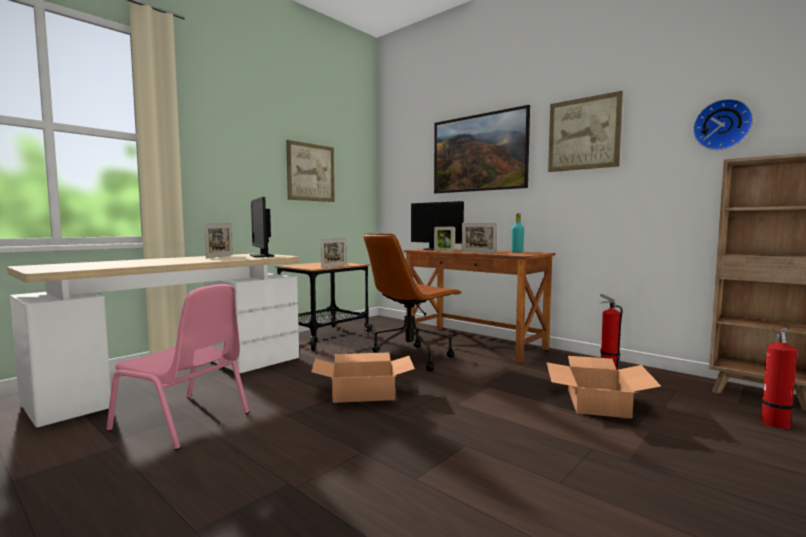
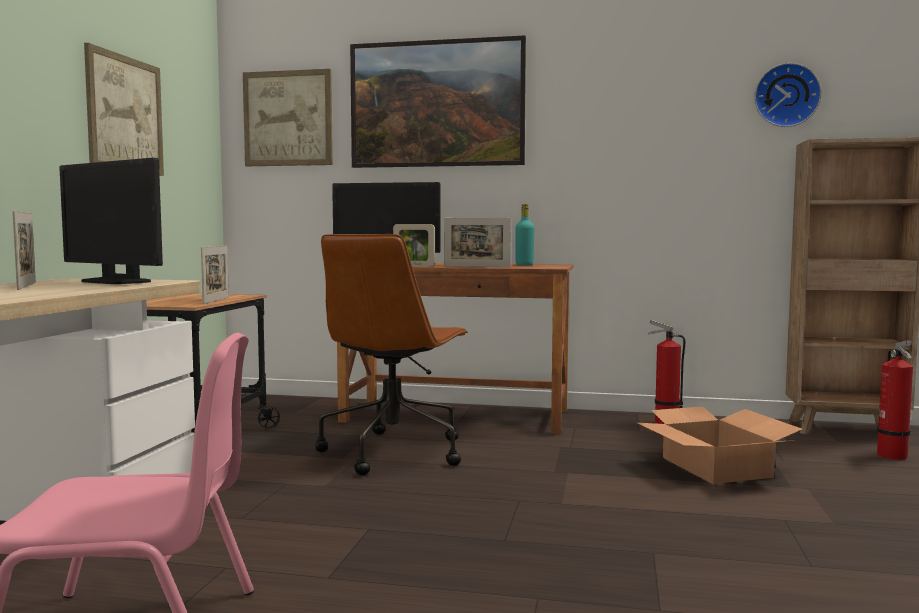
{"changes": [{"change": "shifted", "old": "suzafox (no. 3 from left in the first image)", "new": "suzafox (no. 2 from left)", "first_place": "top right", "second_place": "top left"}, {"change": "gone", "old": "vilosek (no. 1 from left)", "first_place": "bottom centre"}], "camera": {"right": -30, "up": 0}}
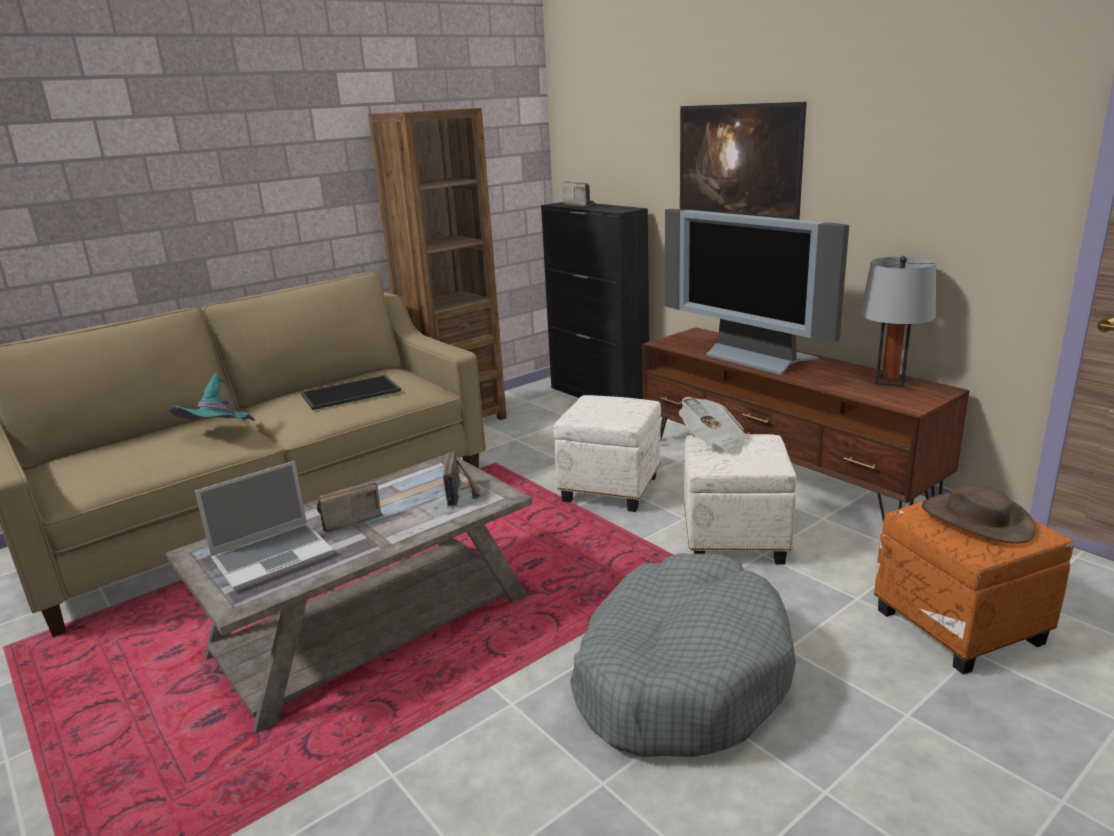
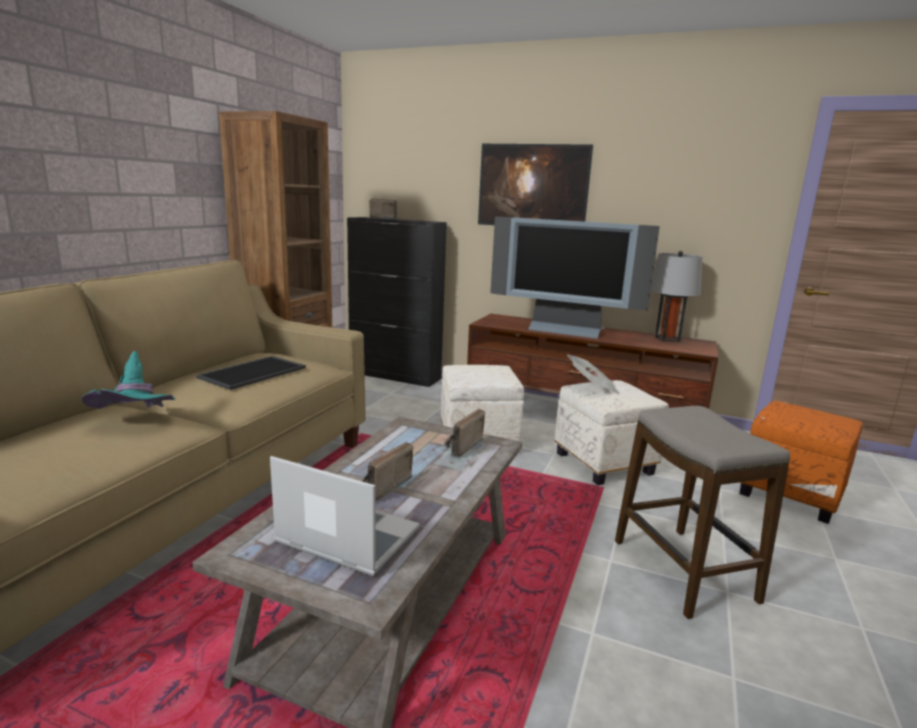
{"changes": [{"change": "rotated", "old": "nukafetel (no. 2 from left in the first image)", "first_place": "centre", "second_place": "centre", "degrees": -120}, {"change": "rotated", "old": "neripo", "first_place": "middle left", "second_place": "bottom centre", "degrees": -90}, {"change": "gone", "old": "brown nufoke", "first_place": "middle right"}, {"change": "swapped", "old": "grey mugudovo", "new": "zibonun", "first_place": "bottom centre", "second_place": "bottom right"}], "camera": {"right": -30, "up": -5}}
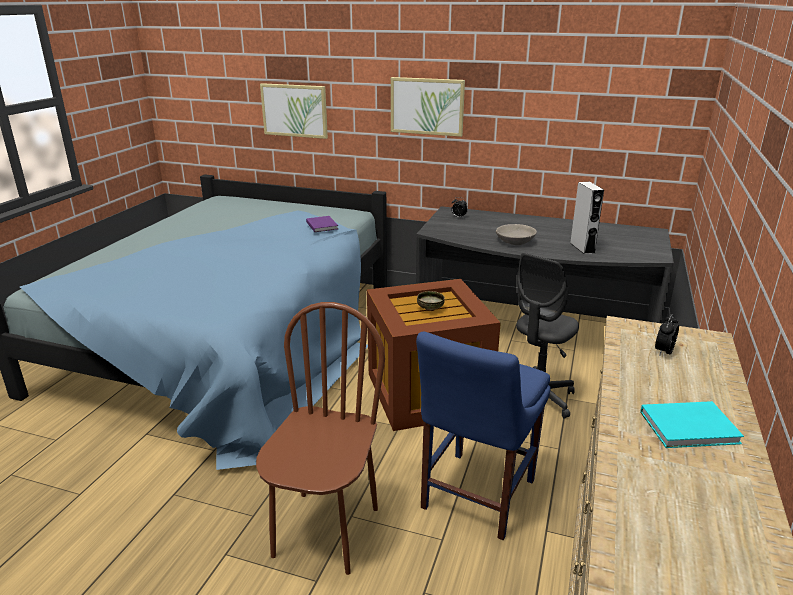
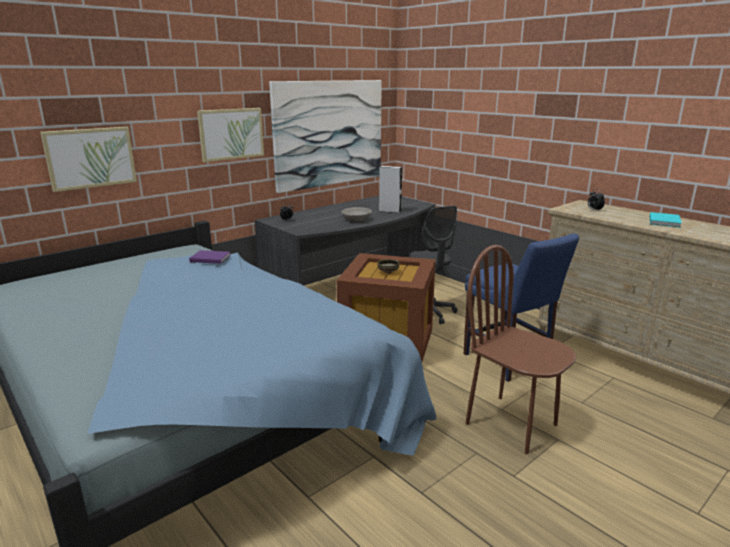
{"changes": [{"change": "new", "new": "suzafox (no. 3 from left)", "second_place": "top centre"}], "camera": {"right": -60, "up": -5}}
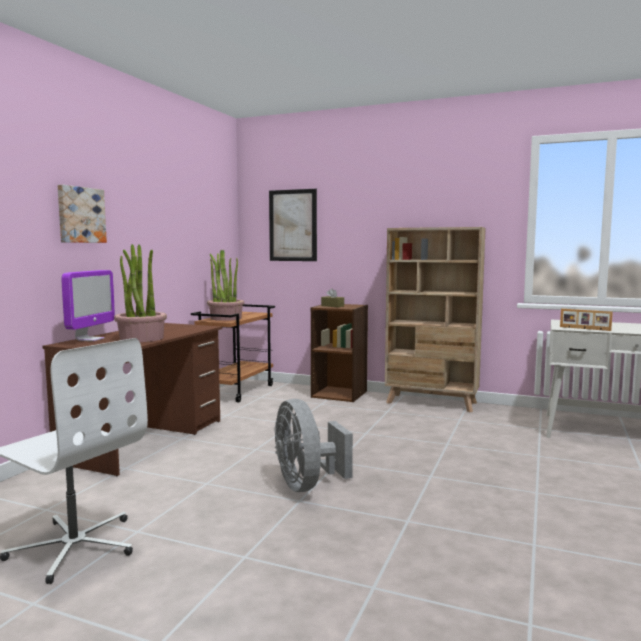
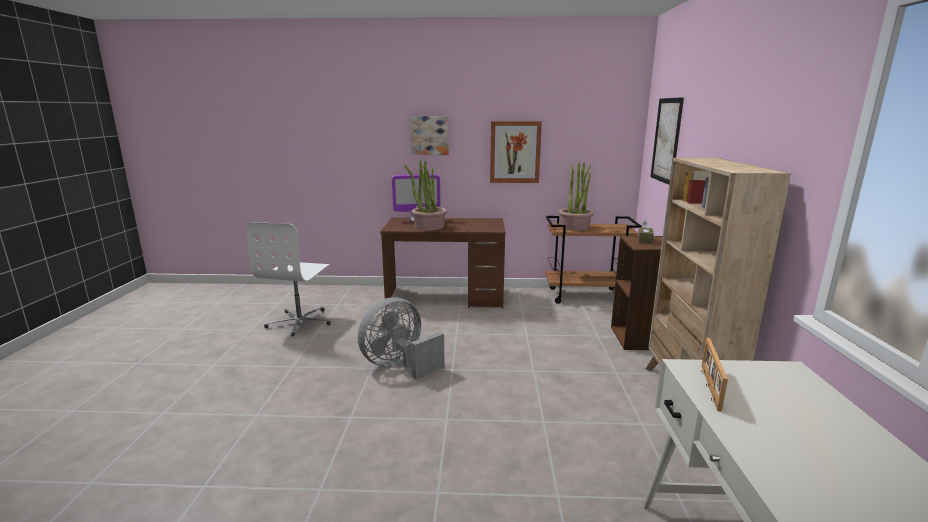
{"changes": [{"change": "new", "new": "suzafox (no. 2 from left)", "second_place": "top centre"}], "camera": {"right": 70, "up": 10}}
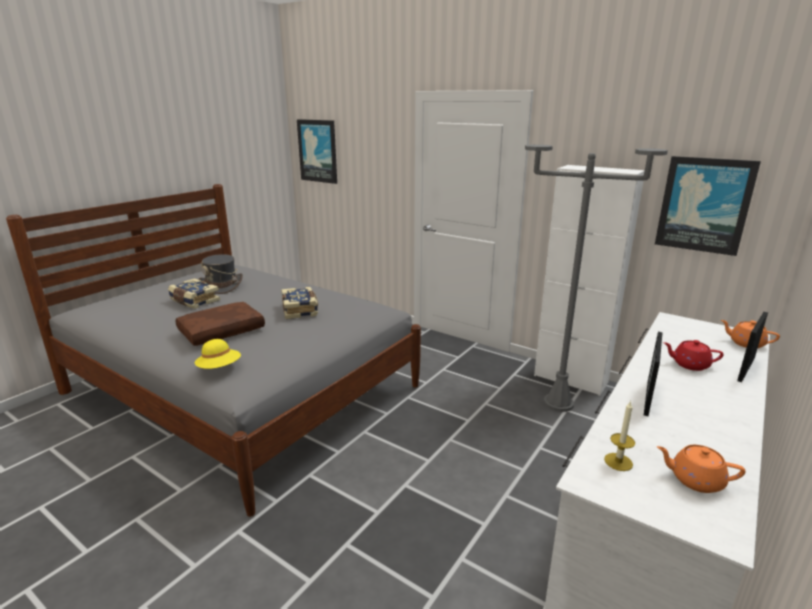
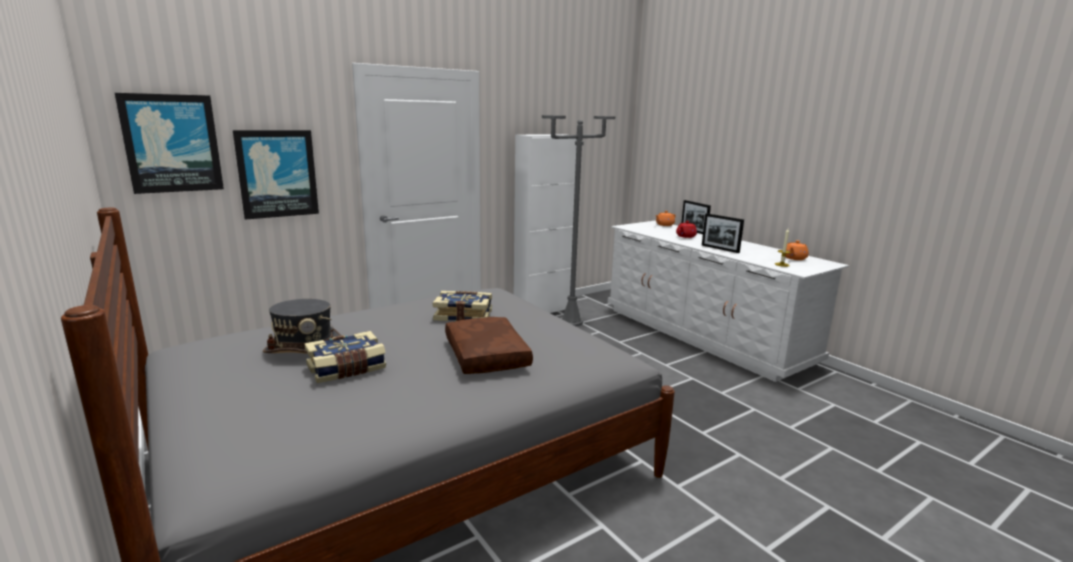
{"changes": [{"change": "shifted", "old": "suzafox (no. 2 from left)", "first_place": "middle right", "second_place": "top left"}, {"change": "gone", "old": "yellow nufoke", "first_place": "middle left"}], "camera": {"right": -70, "up": -5}}
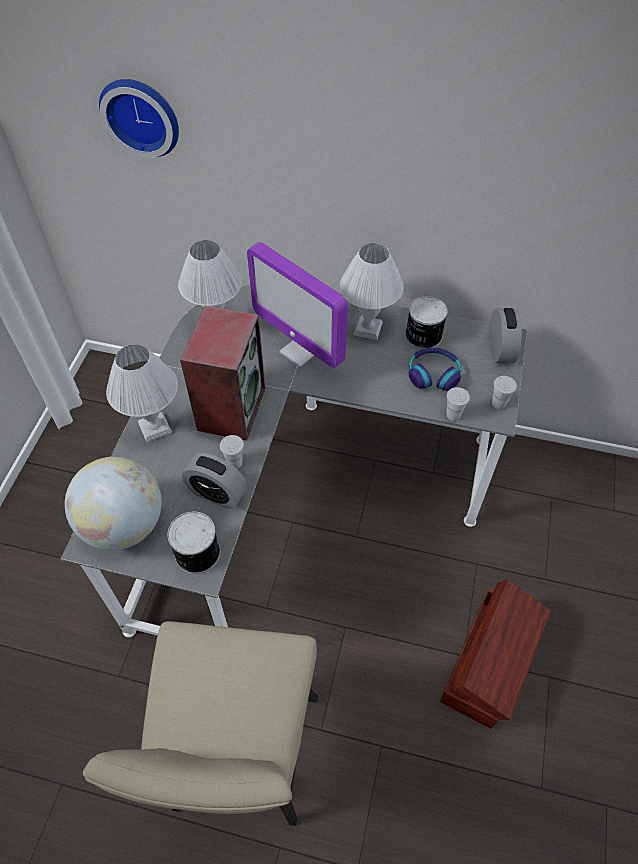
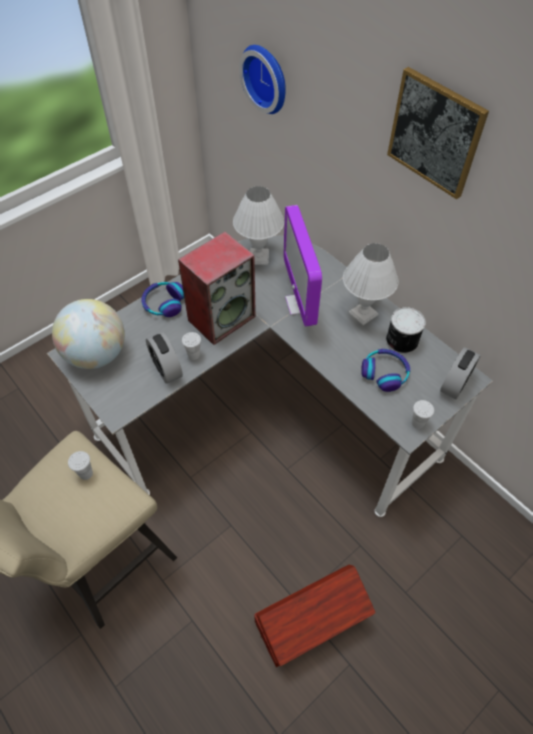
{"changes": [{"change": "swapped", "old": "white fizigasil (no. 1 from left)", "new": "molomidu (no. 1 from left)", "first_place": "middle left", "second_place": "middle left"}, {"change": "shifted", "old": "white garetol (no. 2 from left in the first image)", "new": "white garetol (no. 1 from left)", "first_place": "middle right", "second_place": "middle left"}, {"change": "gone", "old": "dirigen (no. 1 from left)", "first_place": "middle left"}, {"change": "new", "new": "suzafox", "second_place": "top right"}], "camera": {"right": 35, "up": 0}}
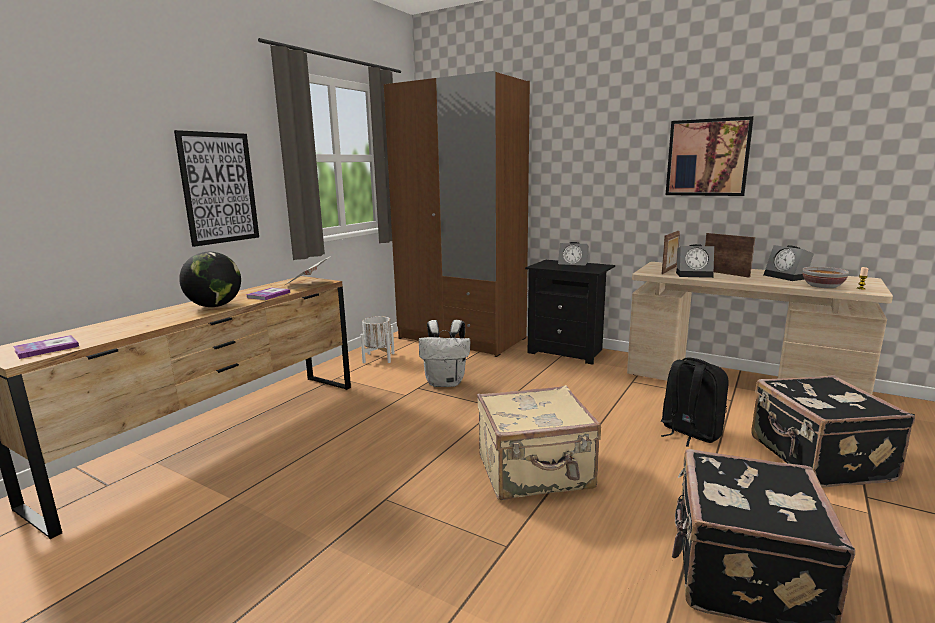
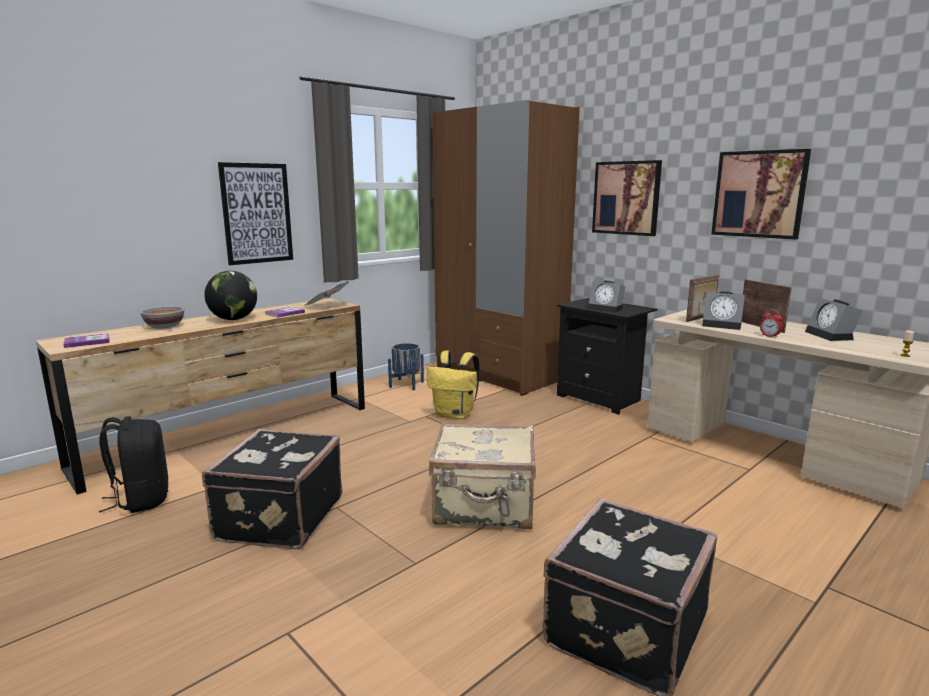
{"changes": [{"change": "shifted", "old": "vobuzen", "first_place": "middle right", "second_place": "middle left"}, {"change": "repainted", "old": "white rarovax", "new": "blue rarovax", "first_place": "centre", "second_place": "centre"}, {"change": "repainted", "old": "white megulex", "new": "yellow megulex", "first_place": "centre", "second_place": "centre"}, {"change": "shifted", "old": "black megulex", "first_place": "middle right", "second_place": "bottom left"}, {"change": "shifted", "old": "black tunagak (no. 2 from left in the first image)", "new": "black tunagak (no. 1 from left)", "first_place": "bottom right", "second_place": "bottom left"}, {"change": "new", "new": "suzafox (no. 2 from left)", "second_place": "top right"}, {"change": "new", "new": "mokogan (no. 3 from left)", "second_place": "middle right"}], "camera": {"right": 15, "up": 0}}
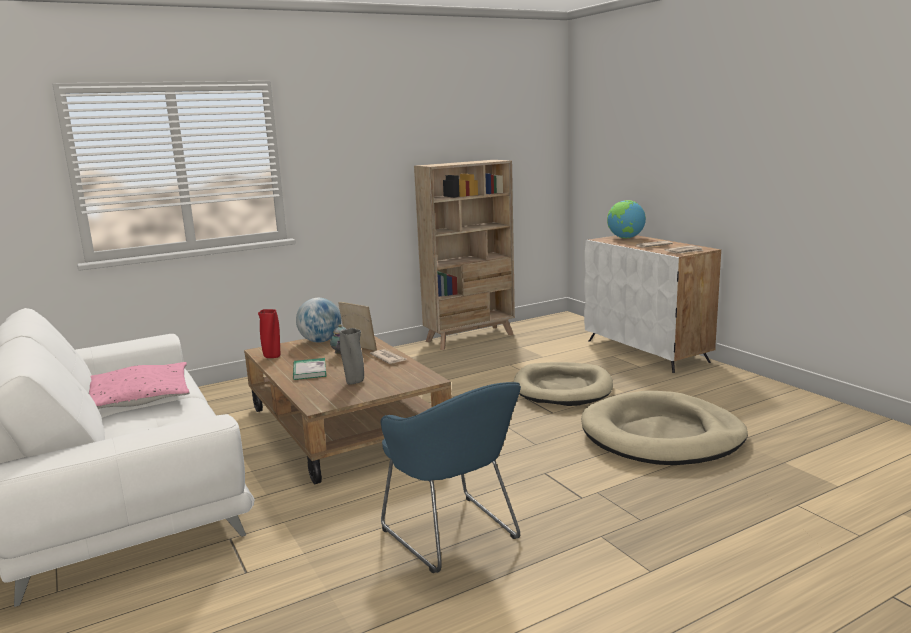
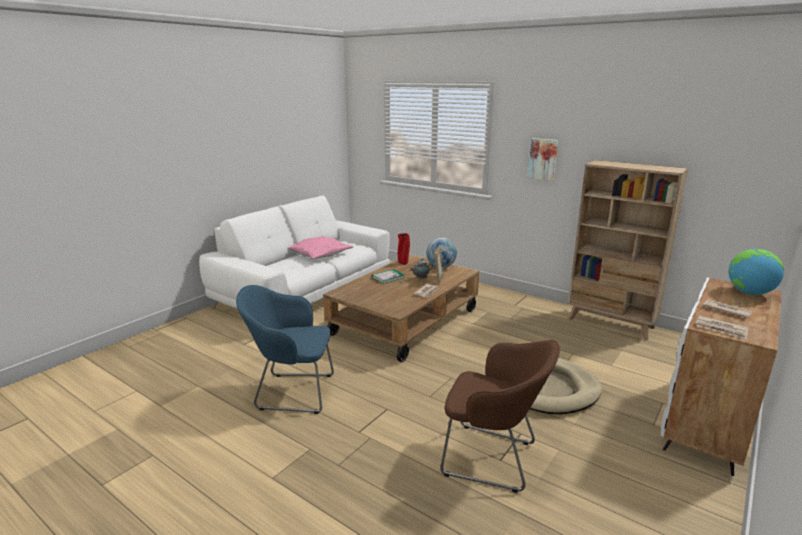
{"changes": [{"change": "gone", "old": "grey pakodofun", "first_place": "centre"}, {"change": "rotated", "old": "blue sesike", "first_place": "bottom centre", "second_place": "centre", "degrees": 60}, {"change": "swapped", "old": "beige mugudovo (no. 2 from left)", "new": "brown sesike", "first_place": "bottom right", "second_place": "bottom centre"}, {"change": "new", "new": "suzafox", "second_place": "top right"}], "camera": {"right": 65, "up": 5}}
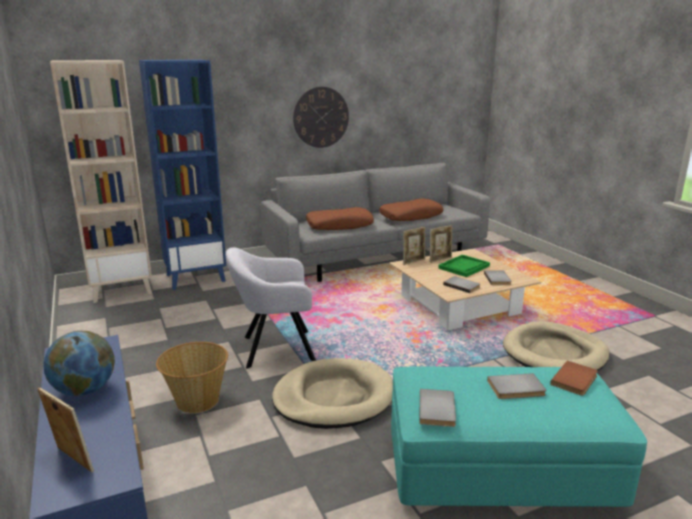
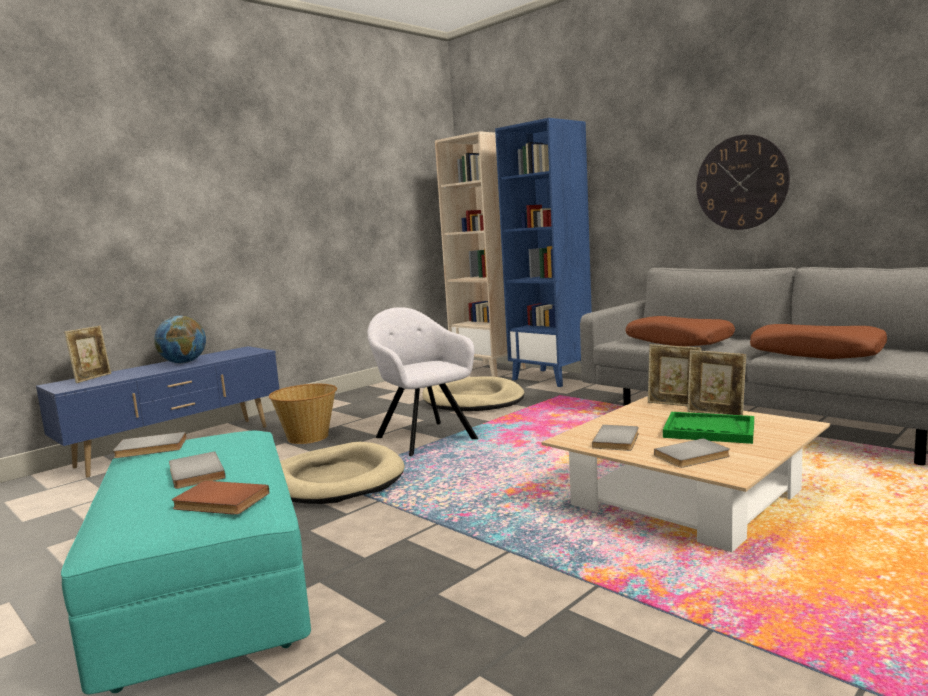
{"changes": [{"change": "shifted", "old": "beige mugudovo (no. 2 from left)", "first_place": "bottom right", "second_place": "centre"}], "camera": {"right": 70, "up": -10}}
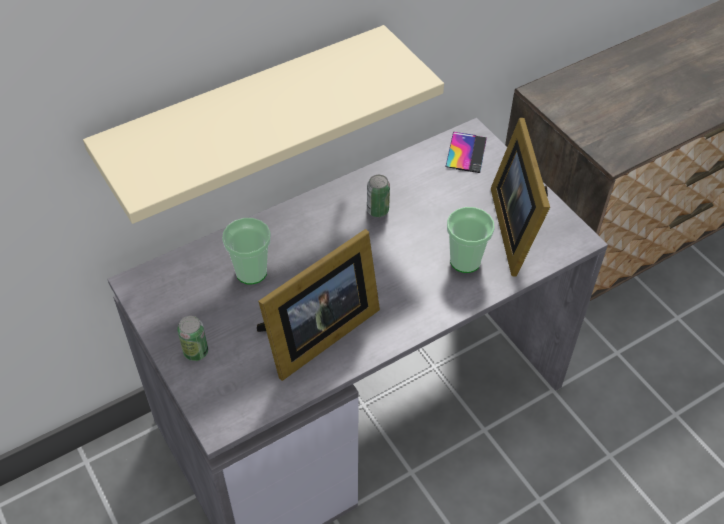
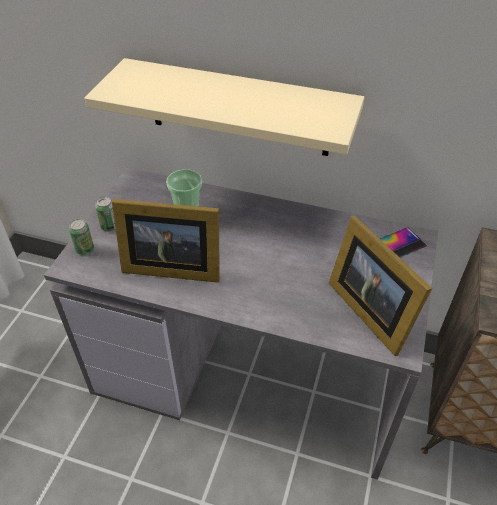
{"changes": [{"change": "rotated", "old": "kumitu (no. 2 from left)", "first_place": "middle right", "second_place": "middle right", "degrees": -75}, {"change": "shifted", "old": "dirigen (no. 2 from left in the first image)", "new": "dirigen (no. 1 from left)", "first_place": "centre", "second_place": "middle left"}, {"change": "gone", "old": "garetol (no. 2 from left)", "first_place": "centre"}], "camera": {"right": 50, "up": -5}}
